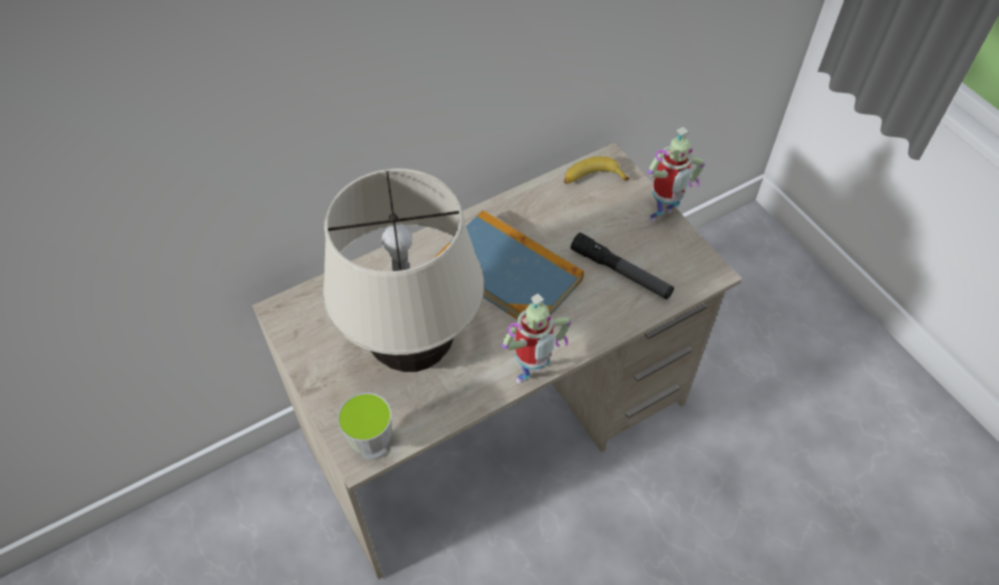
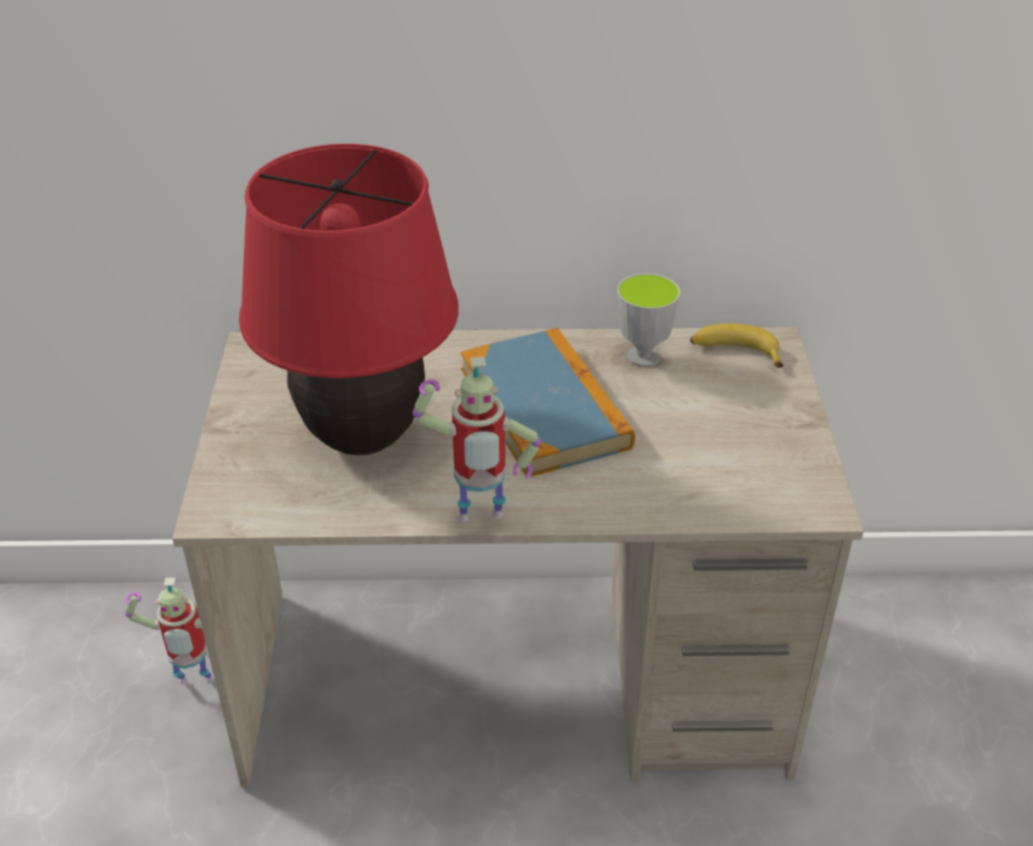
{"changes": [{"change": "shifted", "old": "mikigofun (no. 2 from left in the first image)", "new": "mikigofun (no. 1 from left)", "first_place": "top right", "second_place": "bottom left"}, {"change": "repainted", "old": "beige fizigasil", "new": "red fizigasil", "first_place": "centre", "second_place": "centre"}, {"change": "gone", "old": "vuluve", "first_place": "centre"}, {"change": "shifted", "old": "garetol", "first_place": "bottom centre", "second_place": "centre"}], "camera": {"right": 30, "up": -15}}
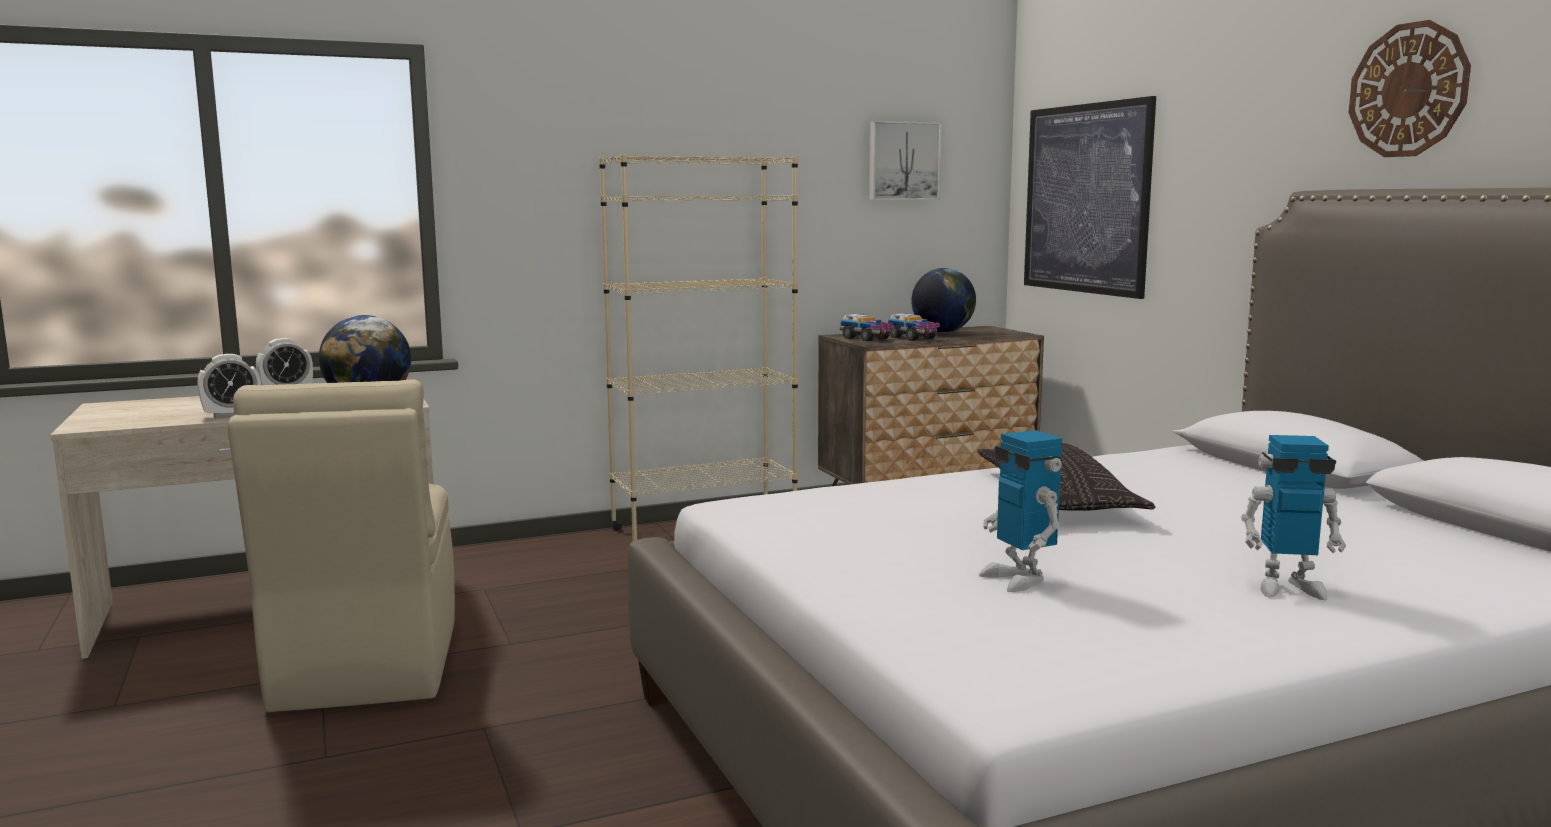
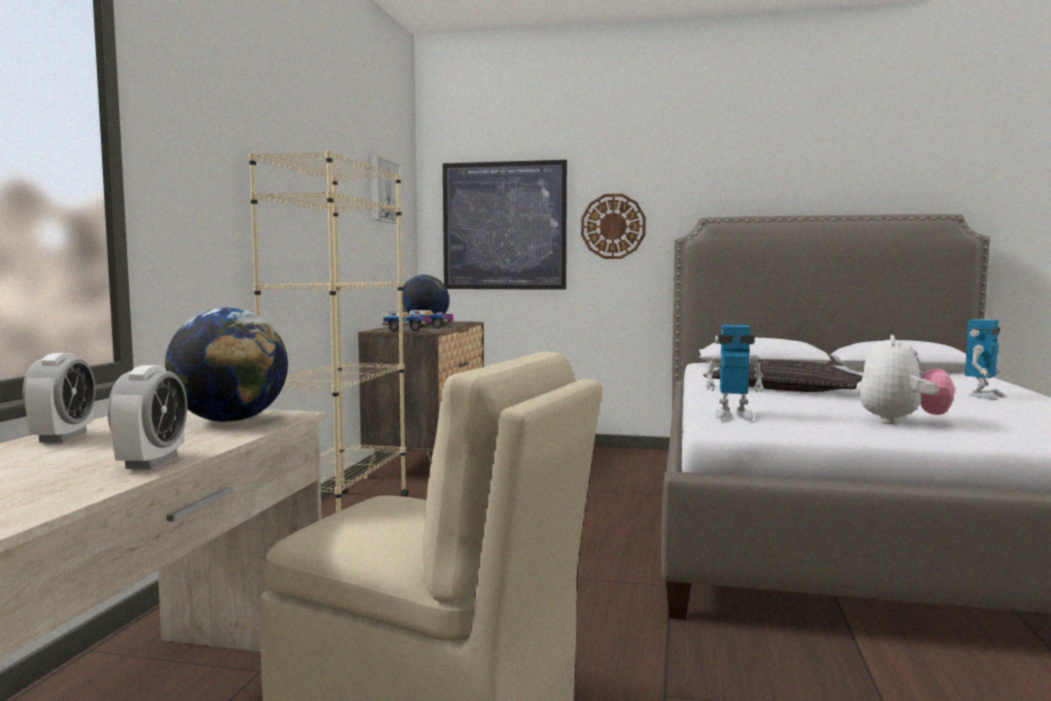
{"changes": [{"change": "shifted", "old": "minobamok", "first_place": "top right", "second_place": "top centre"}, {"change": "shifted", "old": "mikigofun (no. 1 from left)", "first_place": "centre", "second_place": "middle right"}, {"change": "new", "new": "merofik", "second_place": "middle right"}], "camera": {"right": -55, "up": -5}}
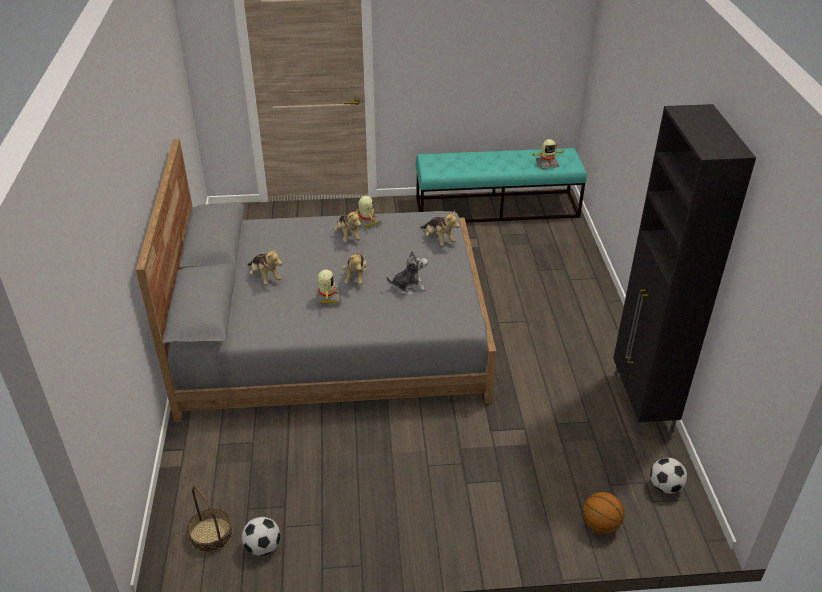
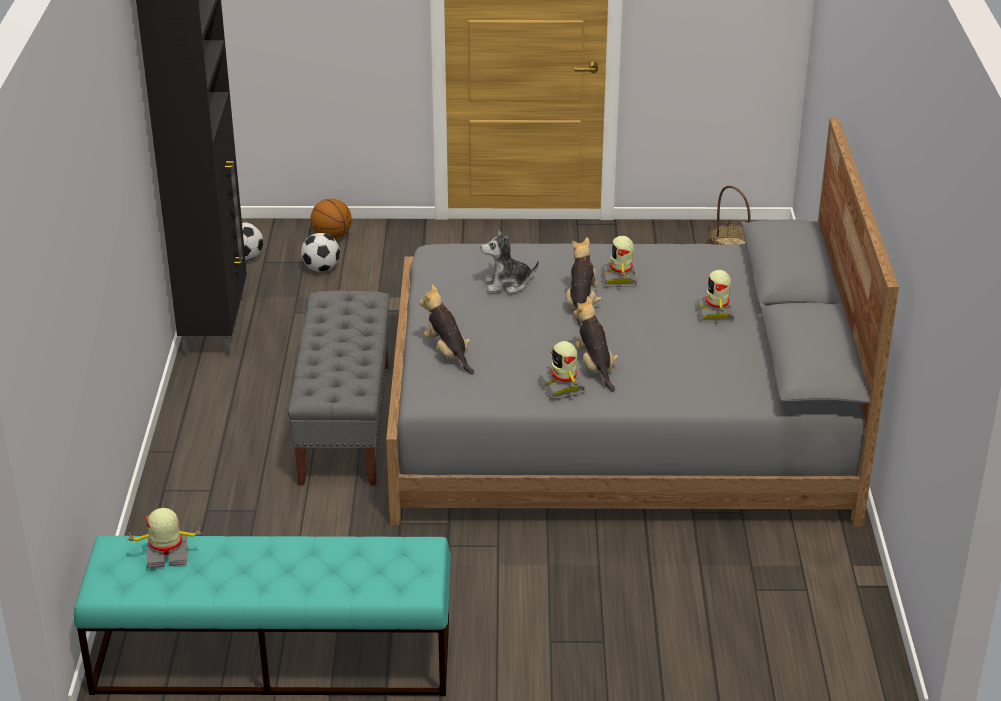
{"changes": [{"change": "swapped", "old": "merofik (no. 1 from left)", "new": "mikigofun (no. 4 from left)", "first_place": "middle left", "second_place": "middle right"}, {"change": "shifted", "old": "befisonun (no. 1 from left in the first image)", "new": "befisonun (no. 2 from left)", "first_place": "bottom left", "second_place": "middle left"}, {"change": "new", "new": "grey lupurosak", "second_place": "centre"}], "camera": {"right": -175, "up": -5}}
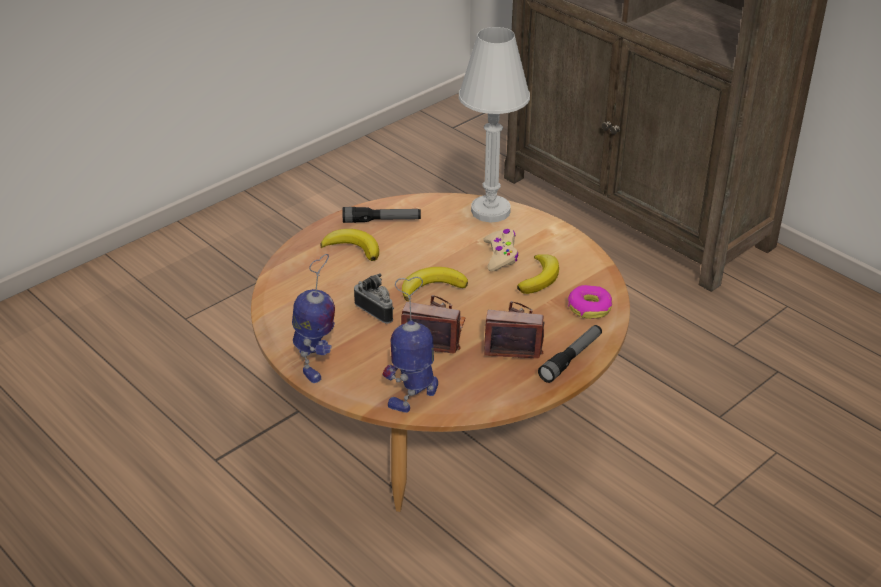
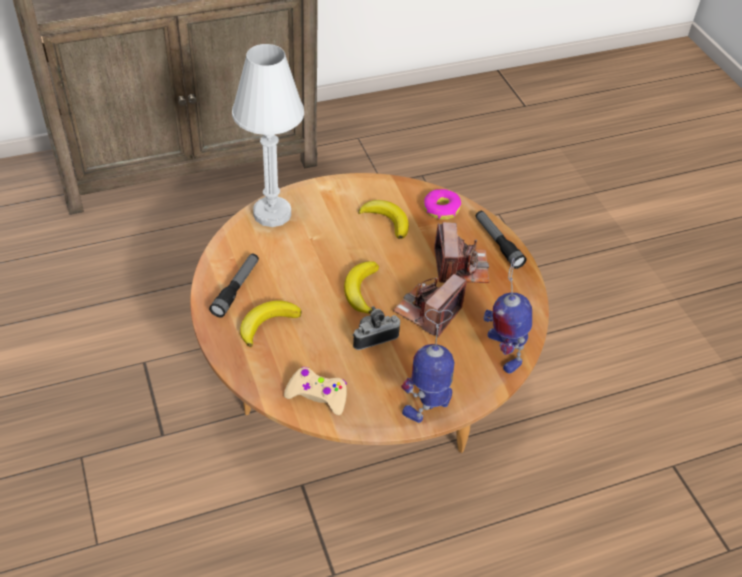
{"changes": [{"change": "shifted", "old": "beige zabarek", "first_place": "centre", "second_place": "bottom centre"}, {"change": "rotated", "old": "mikigofun (no. 1 from left)", "first_place": "centre", "second_place": "centre", "degrees": -60}, {"change": "rotated", "old": "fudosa (no. 3 from left)", "first_place": "centre", "second_place": "centre", "degrees": 150}], "camera": {"right": -70, "up": 10}}
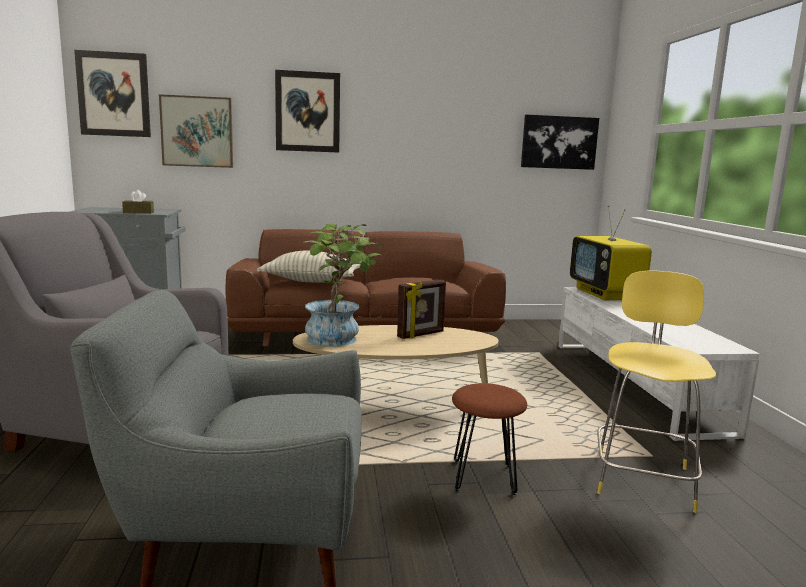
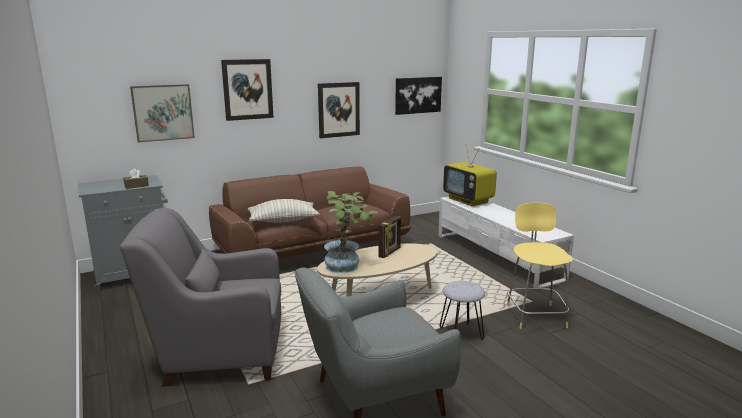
{"changes": [{"change": "shifted", "old": "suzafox (no. 1 from left in the first image)", "new": "suzafox (no. 3 from left)", "first_place": "top left", "second_place": "top centre"}, {"change": "repainted", "old": "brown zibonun", "new": "grey zibonun", "first_place": "bottom centre", "second_place": "bottom centre"}], "camera": {"right": -20, "up": 5}}
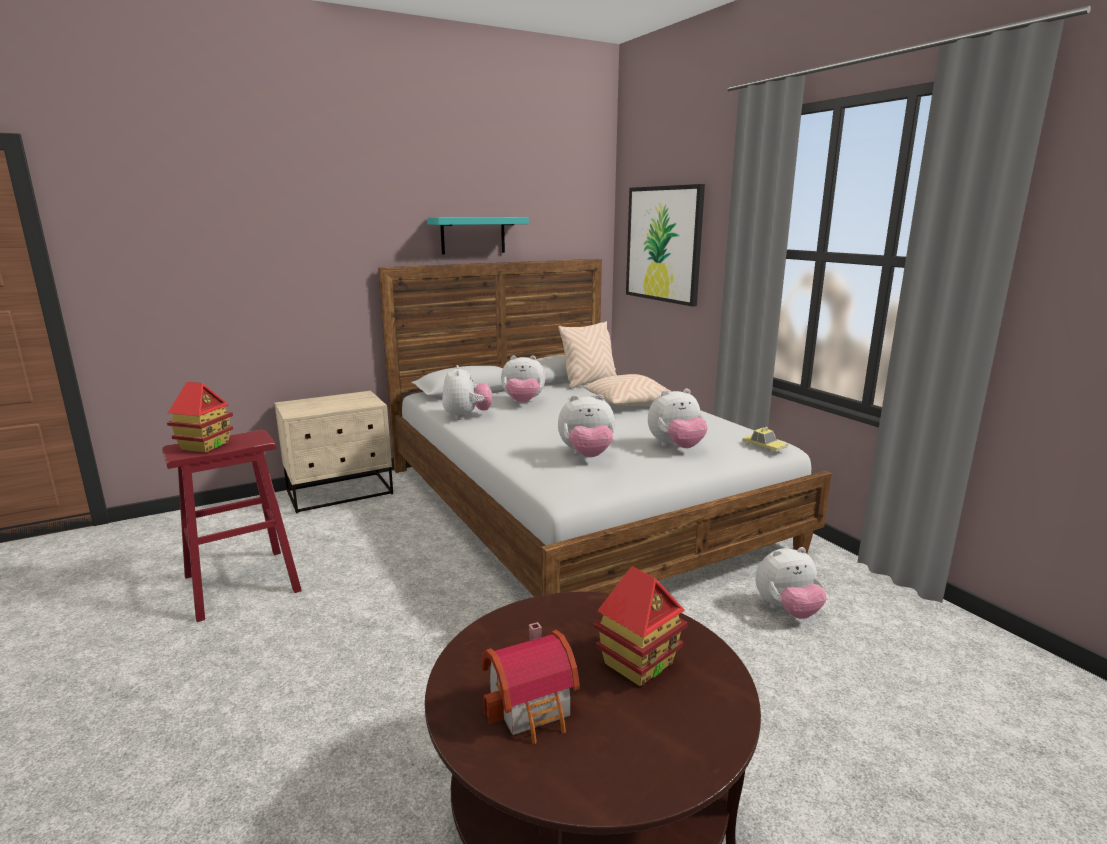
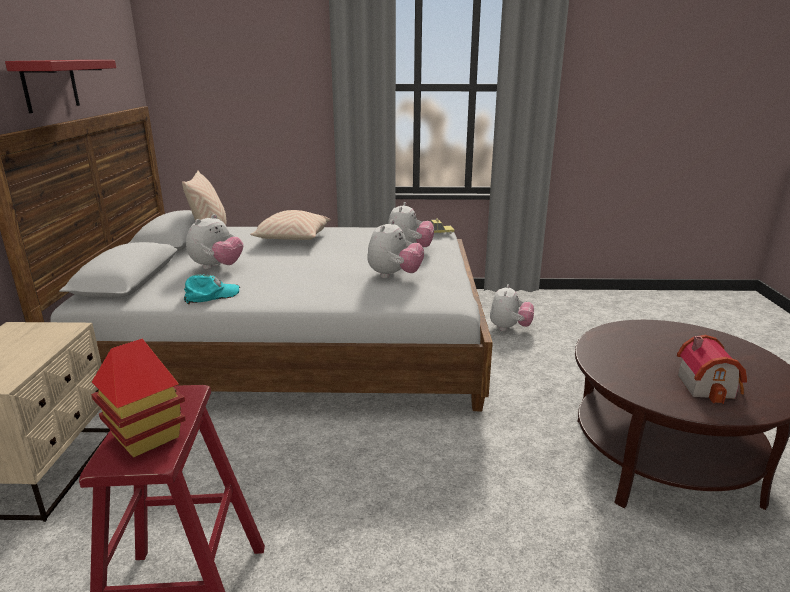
{"changes": [{"change": "gone", "old": "suzafox", "first_place": "top centre"}, {"change": "repainted", "old": "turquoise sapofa", "new": "red sapofa", "first_place": "top centre", "second_place": "top left"}, {"change": "swapped", "old": "merofik (no. 1 from left)", "new": "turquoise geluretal", "first_place": "centre", "second_place": "middle left"}, {"change": "gone", "old": "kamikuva (no. 3 from left)", "first_place": "bottom centre"}], "camera": {"right": -60, "up": 5}}
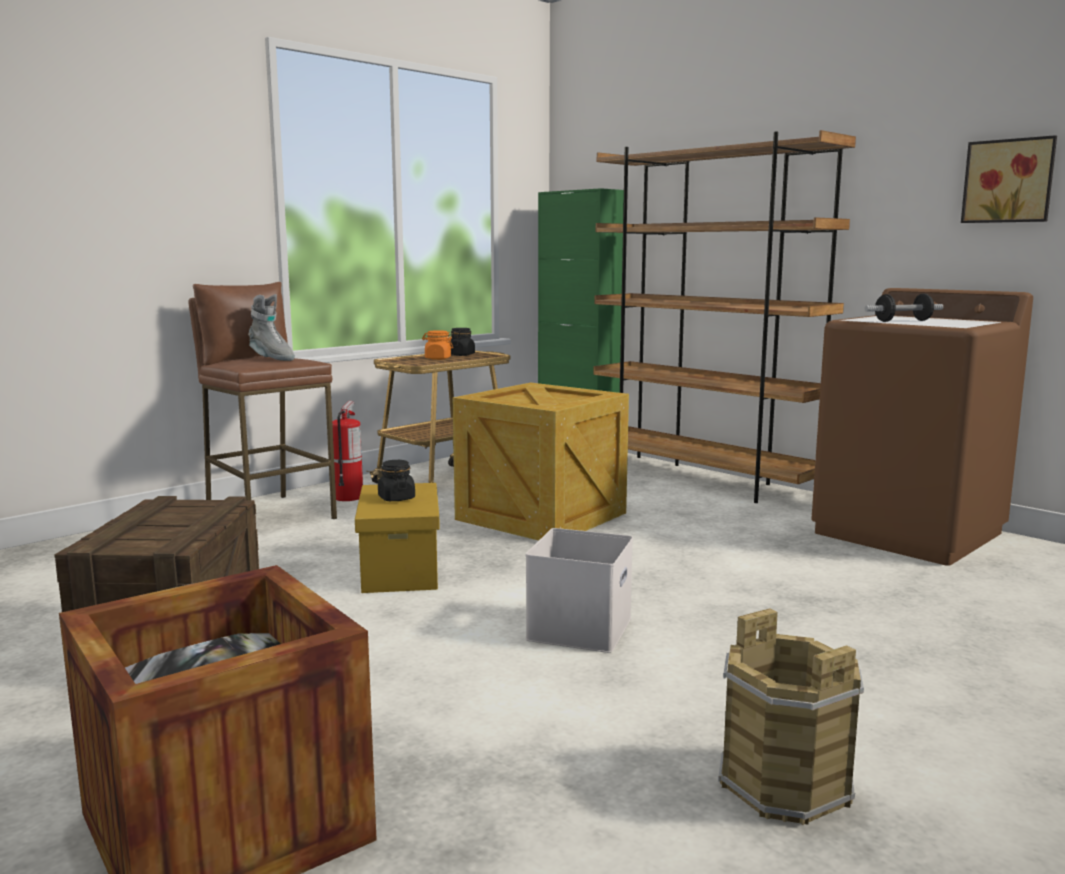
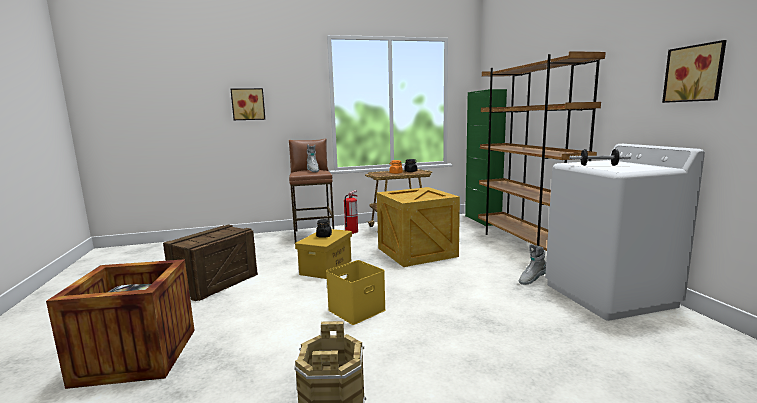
{"changes": [{"change": "repainted", "old": "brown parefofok", "new": "white parefofok", "first_place": "middle right", "second_place": "middle right"}, {"change": "repainted", "old": "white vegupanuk", "new": "yellow vegupanuk (no. 2 from left)", "first_place": "bottom centre", "second_place": "bottom centre"}, {"change": "new", "new": "suzafox (no. 1 from left)", "second_place": "top left"}, {"change": "new", "new": "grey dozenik (no. 2 from left)", "second_place": "middle right"}], "camera": {"right": 30, "up": 0}}
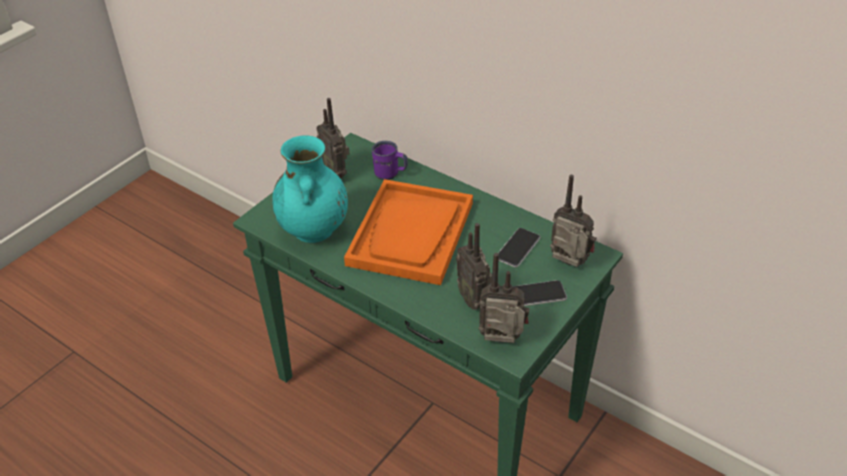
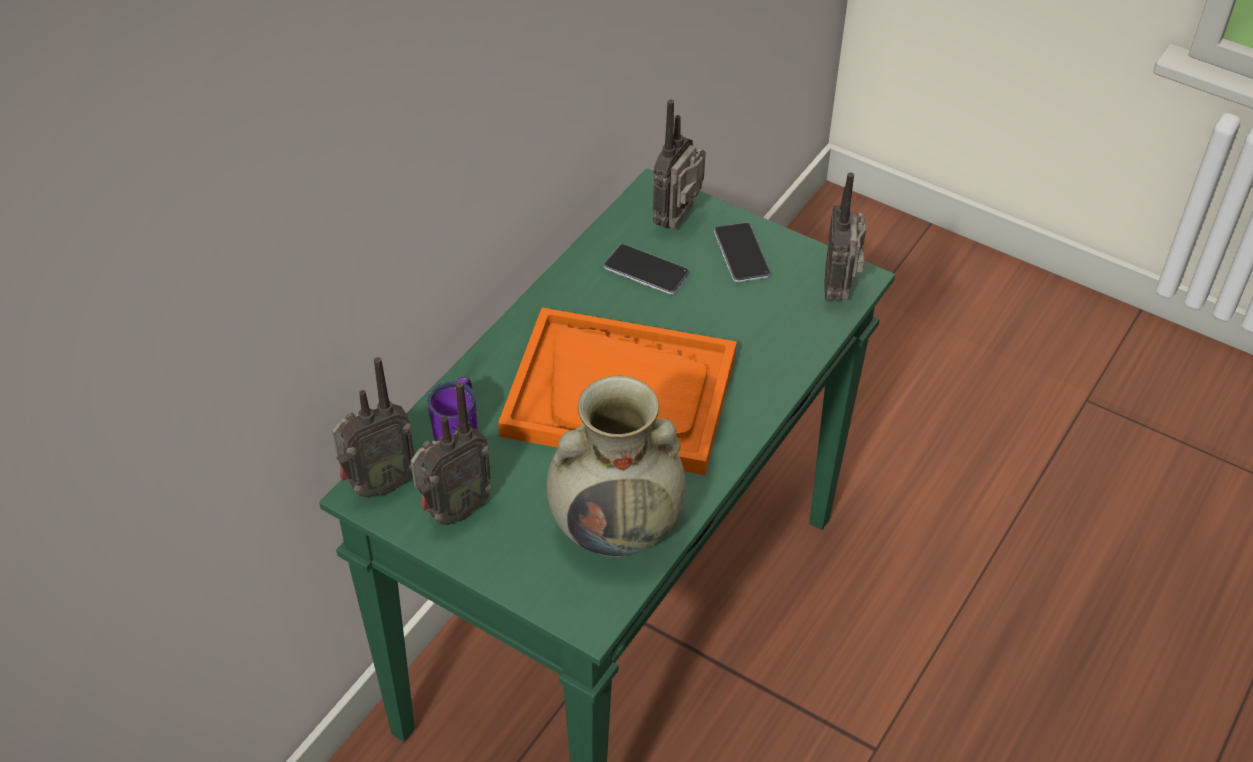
{"changes": [{"change": "repainted", "old": "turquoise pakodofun", "new": "beige pakodofun", "first_place": "centre", "second_place": "centre"}, {"change": "shifted", "old": "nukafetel (no. 2 from left in the first image)", "new": "nukafetel (no. 1 from left)", "first_place": "centre", "second_place": "middle left"}], "camera": {"right": -95, "up": 5}}
